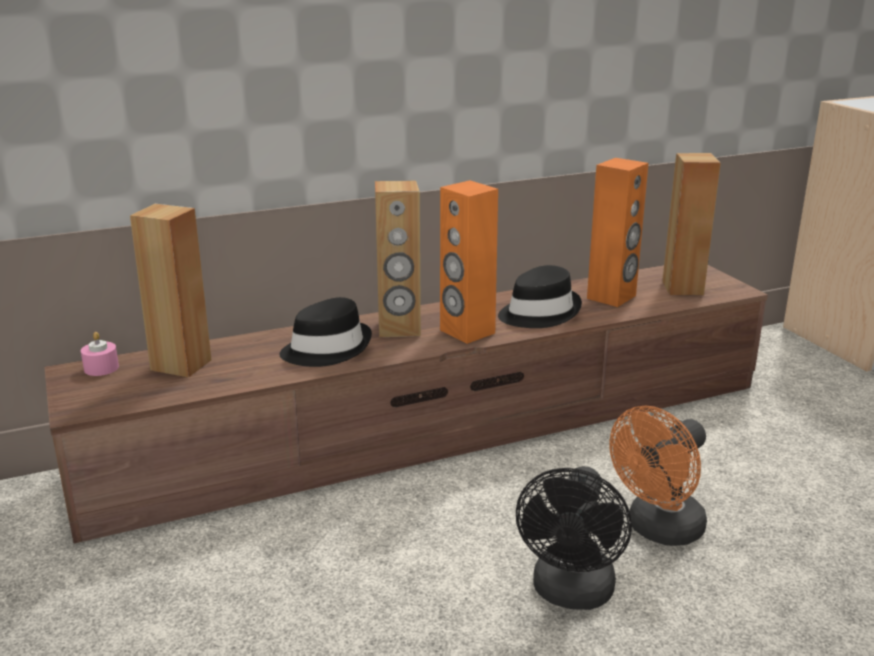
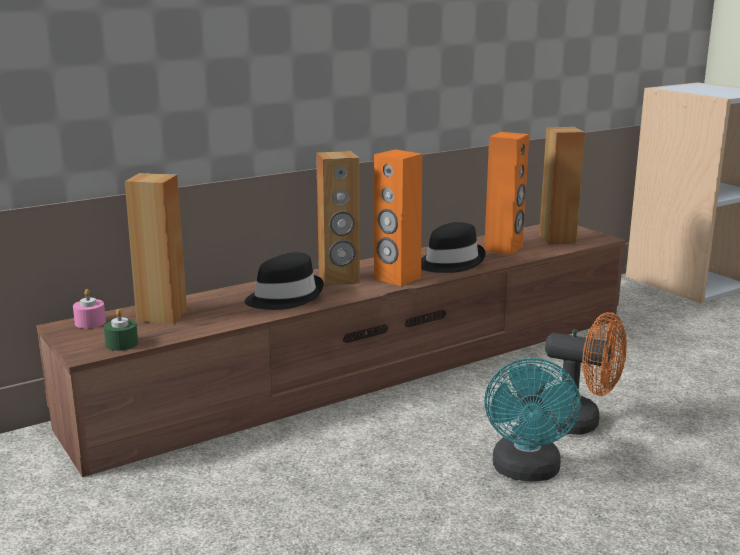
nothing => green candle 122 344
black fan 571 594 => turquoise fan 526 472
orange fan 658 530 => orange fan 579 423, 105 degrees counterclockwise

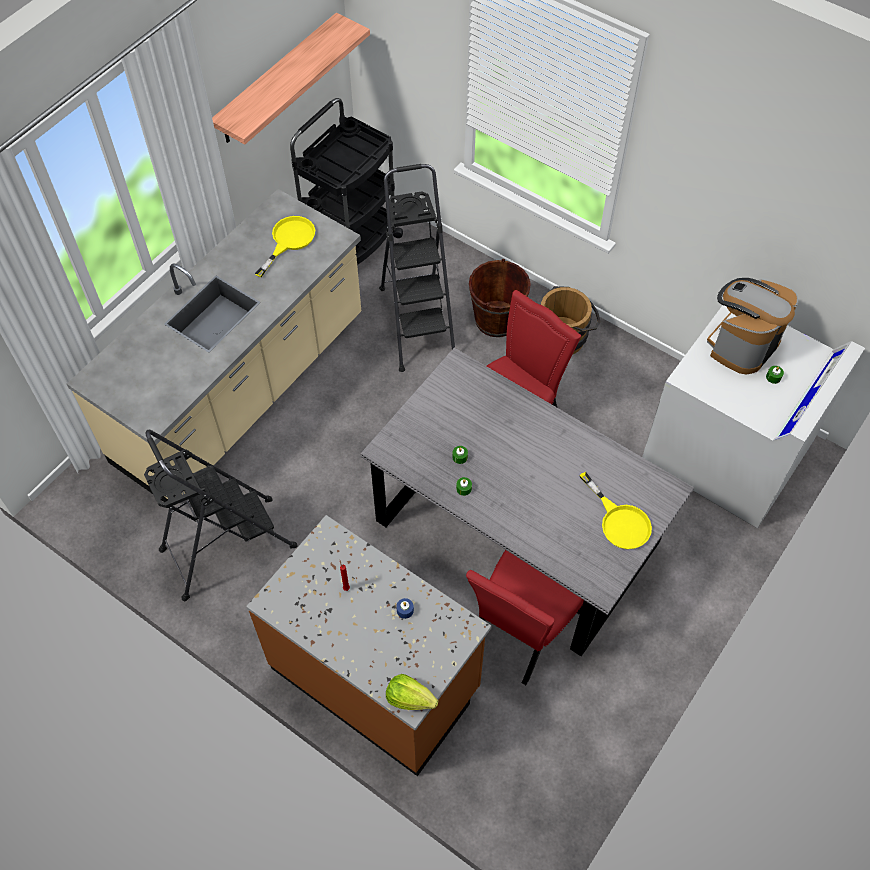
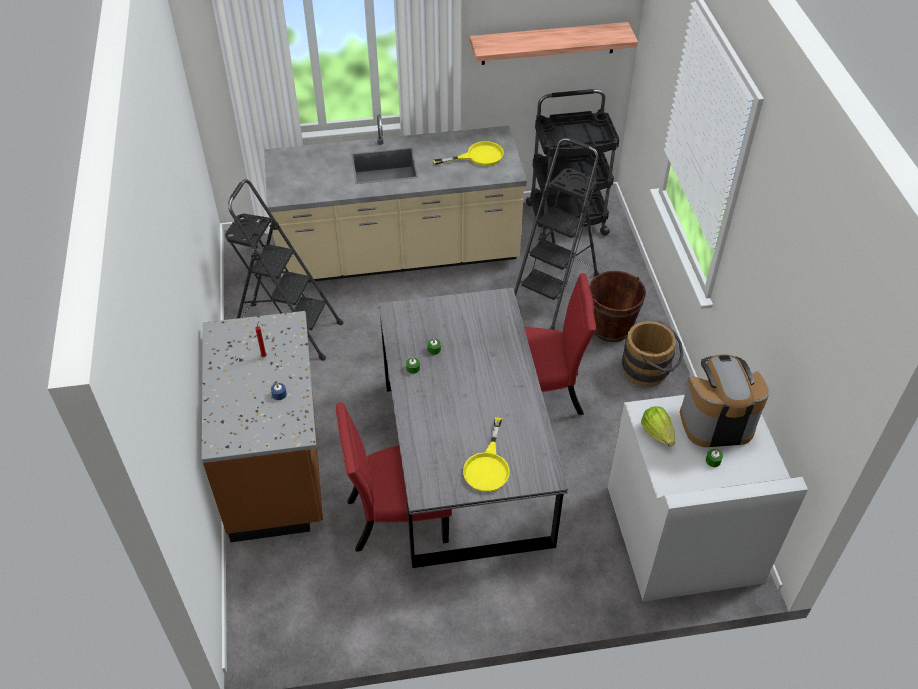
lettuce 409 698 => lettuce 657 433, shifted

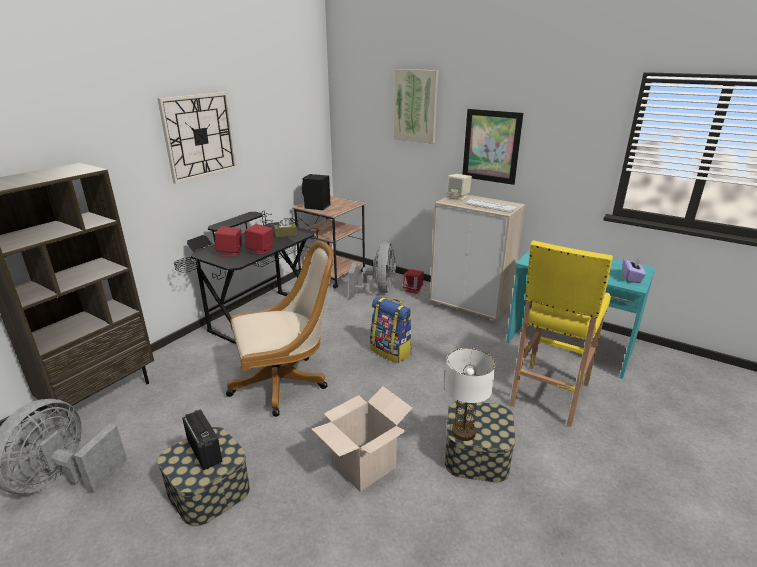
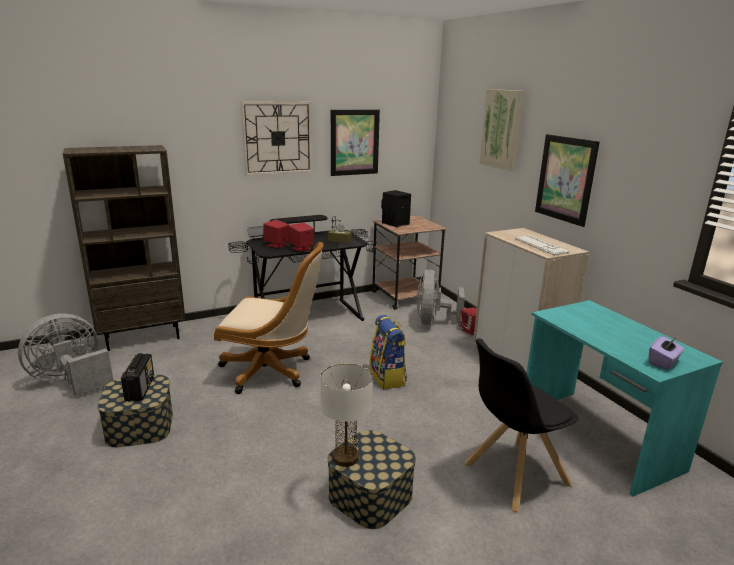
nothing => picture 354 142
grey fan 378 290 => grey fan 433 322, 150 degrees clockwise
yellow stool 548 395 => black chair 512 476
cardboard box 364 466 => nothing
beige speaker 458 197 => nothing

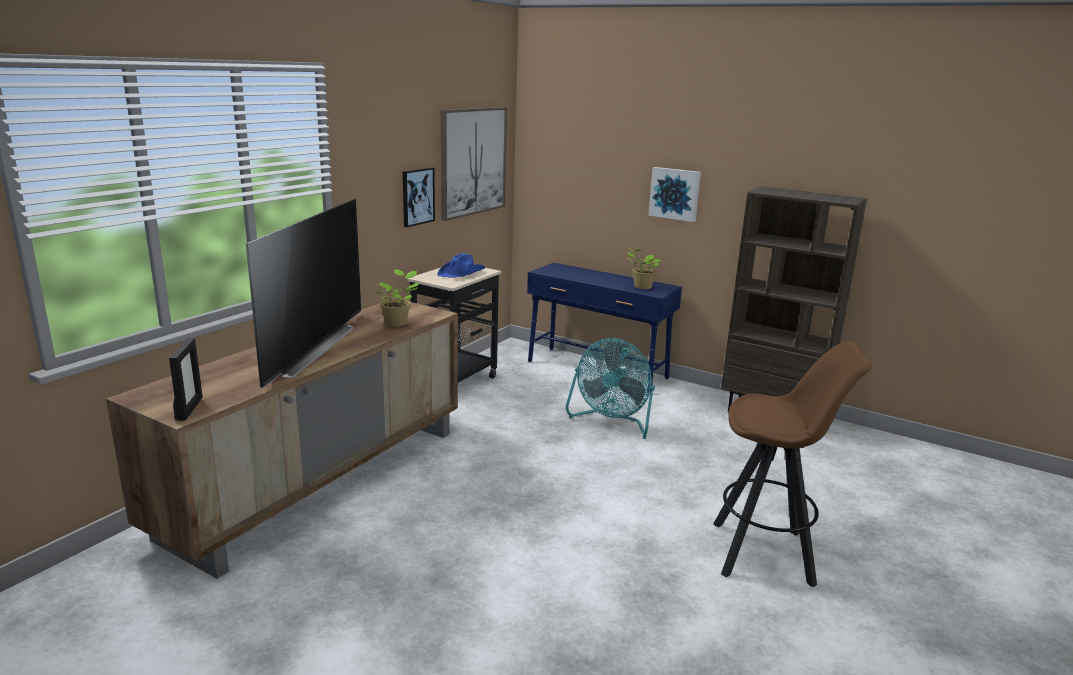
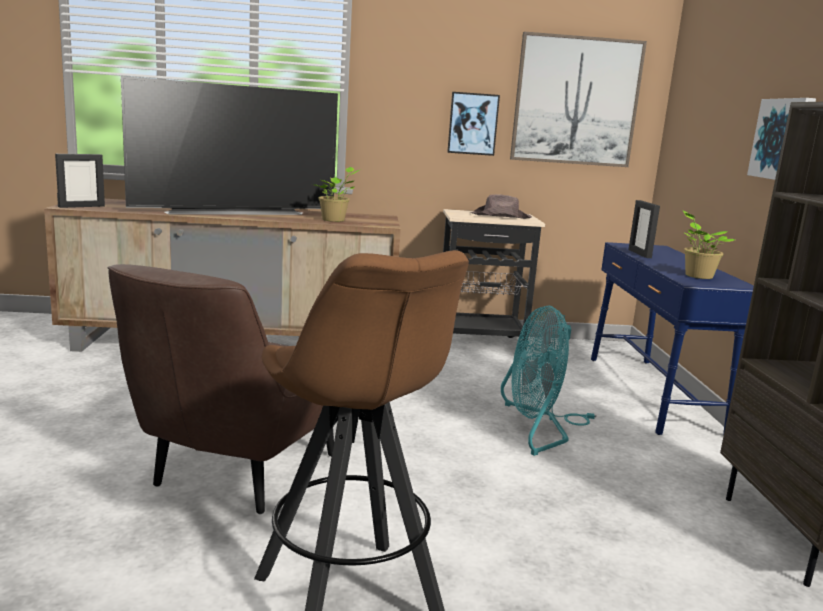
nothing => brown armchair 238 474
blue hat 462 273 => brown hat 501 216
nothing => picture frame 640 254

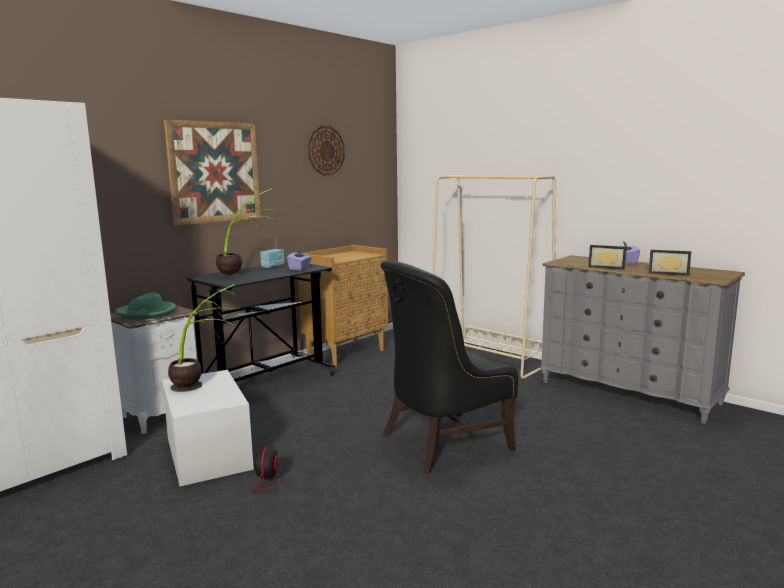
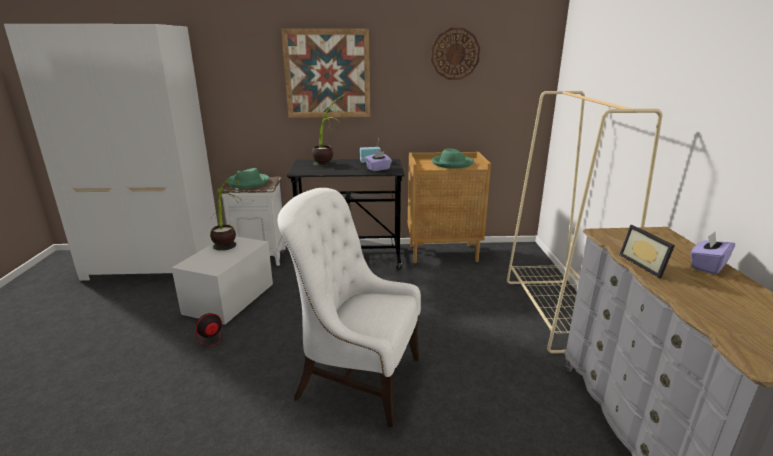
black chair 443 442 => white chair 357 378
nothing => green hat 452 163
picture frame 668 273 => nothing

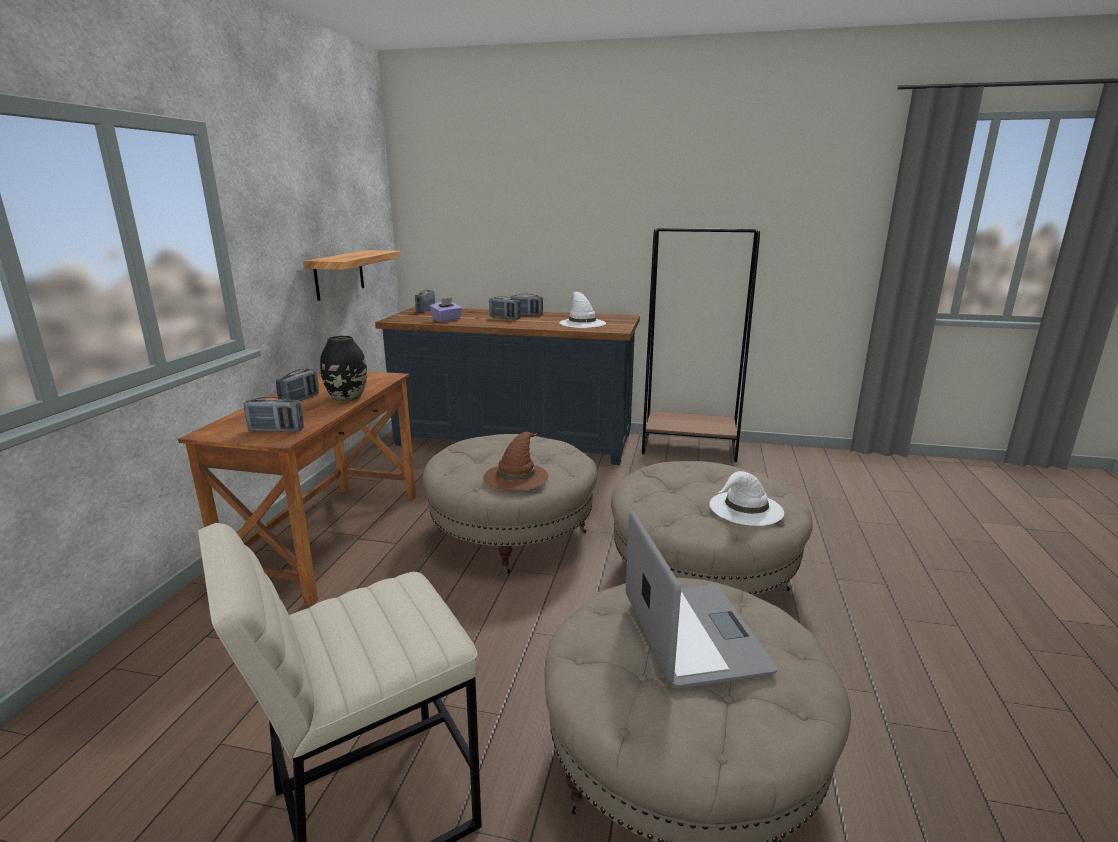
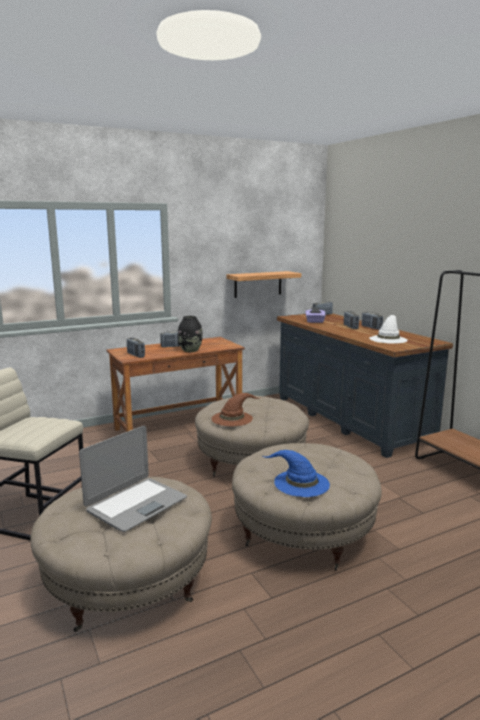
white hat 745 508 => blue hat 300 483

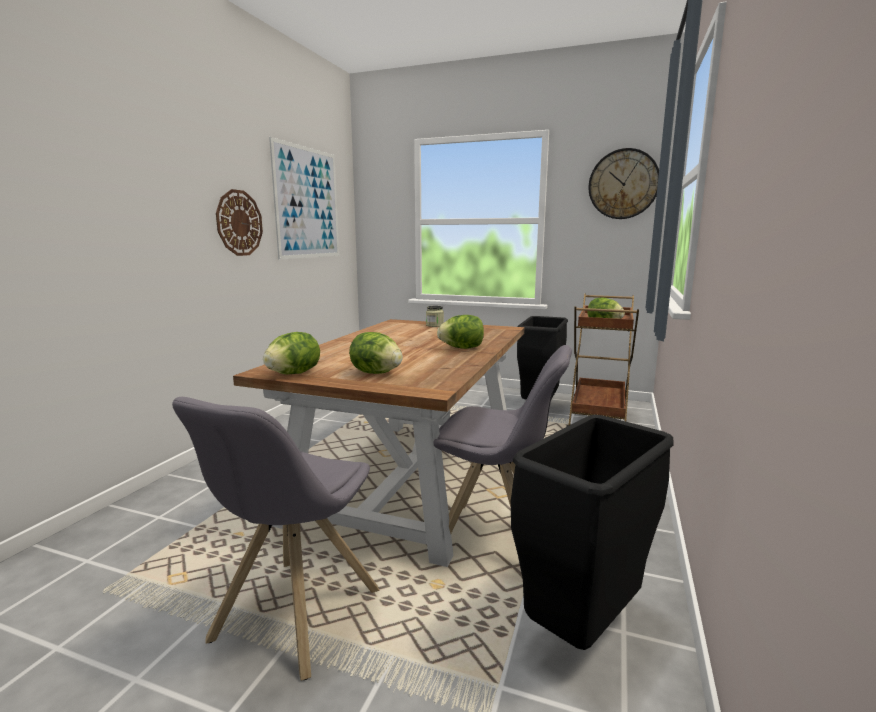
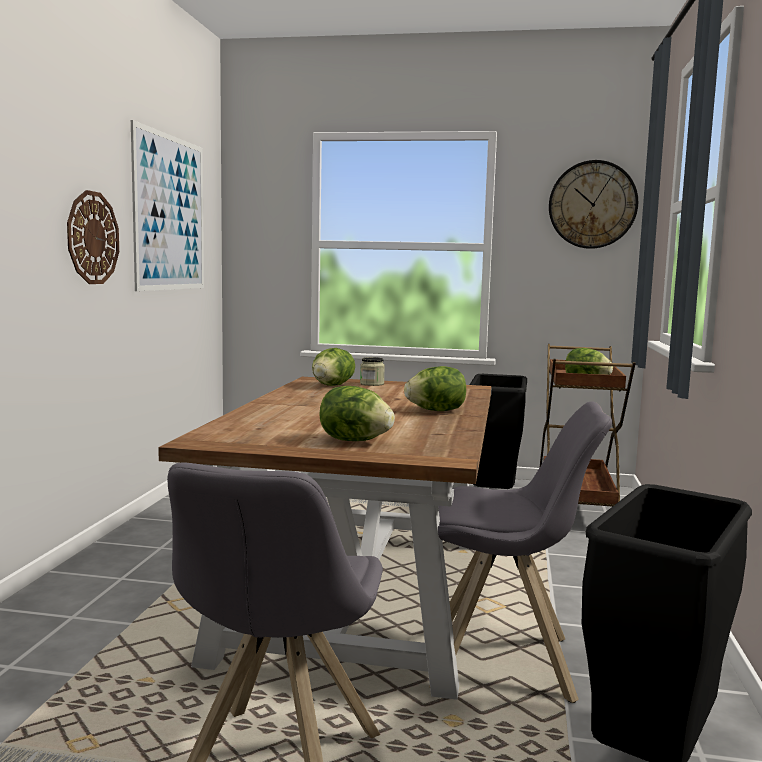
lettuce 293 374 => lettuce 332 385, shifted

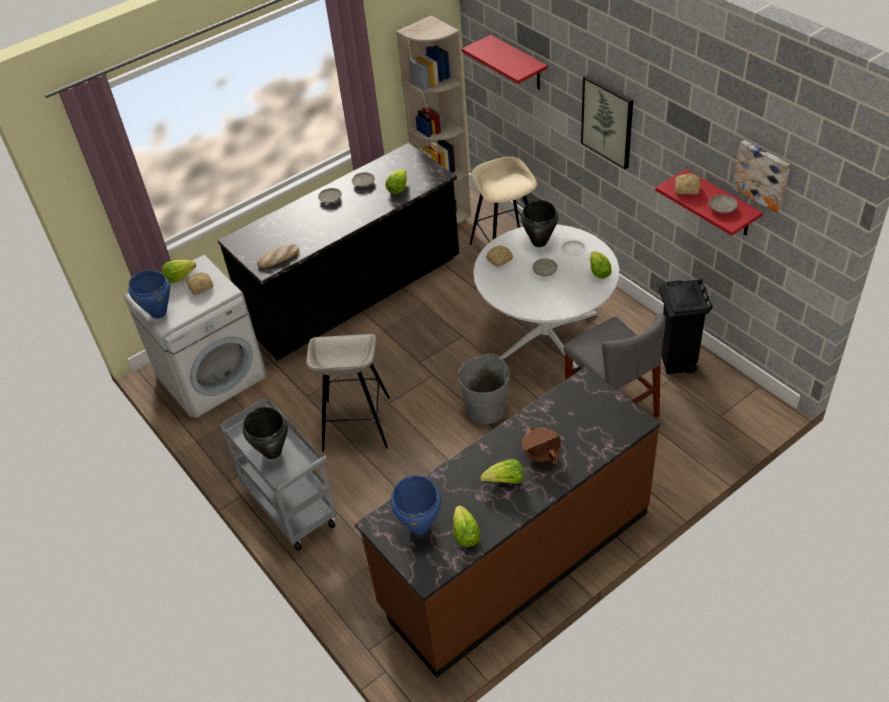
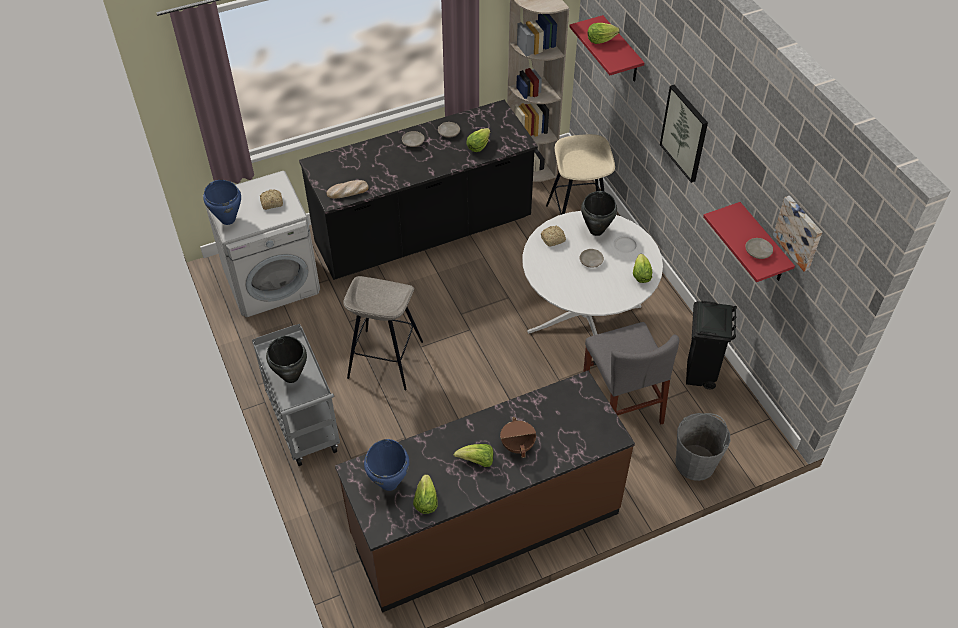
lettuce 179 277 => lettuce 600 40, shifted
grey bucket 486 408 => grey bucket 695 463, shifted
bread 686 189 => nothing

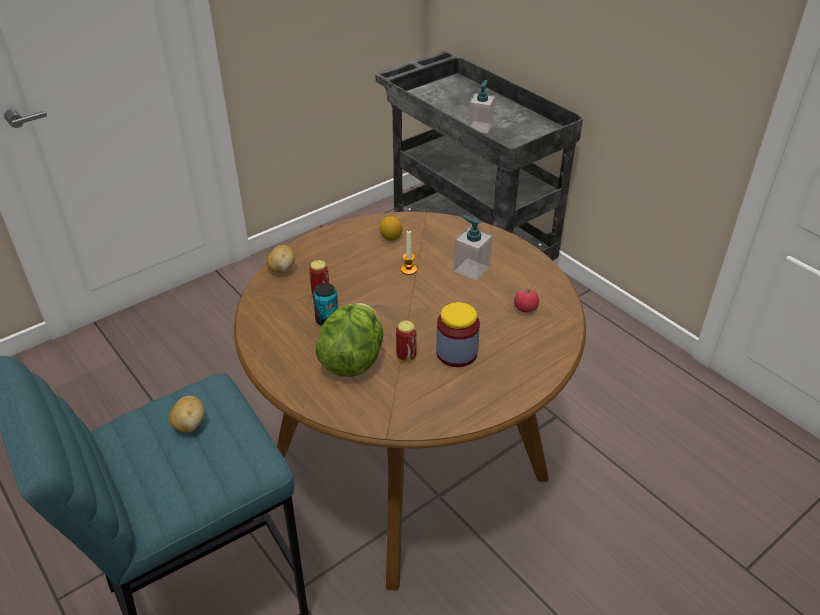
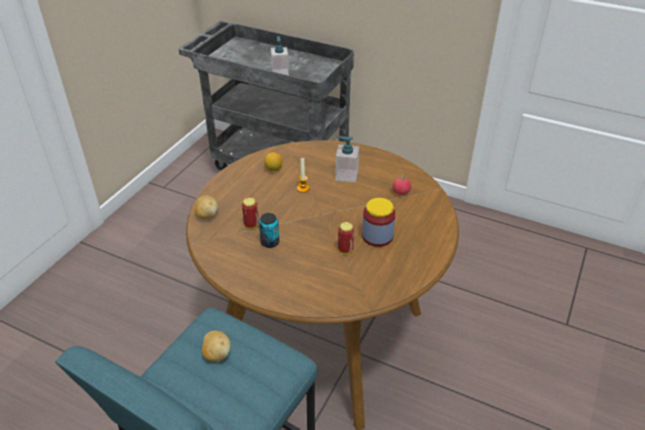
lettuce 352 360 => nothing

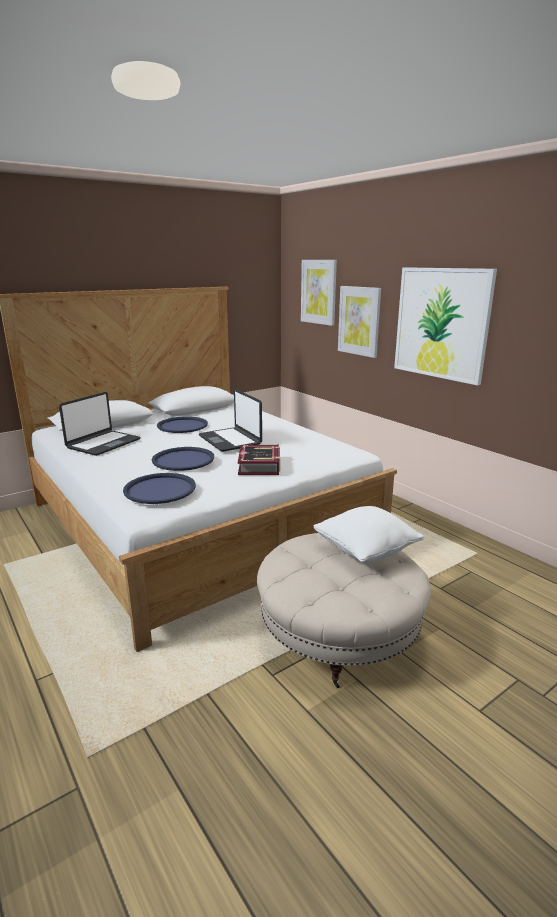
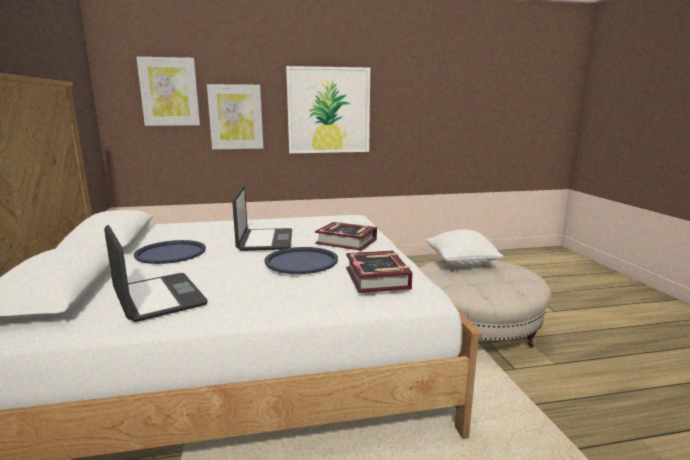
laptop 230 440 => laptop 265 240, 90 degrees counterclockwise
blue tray 160 489 => book 378 278

